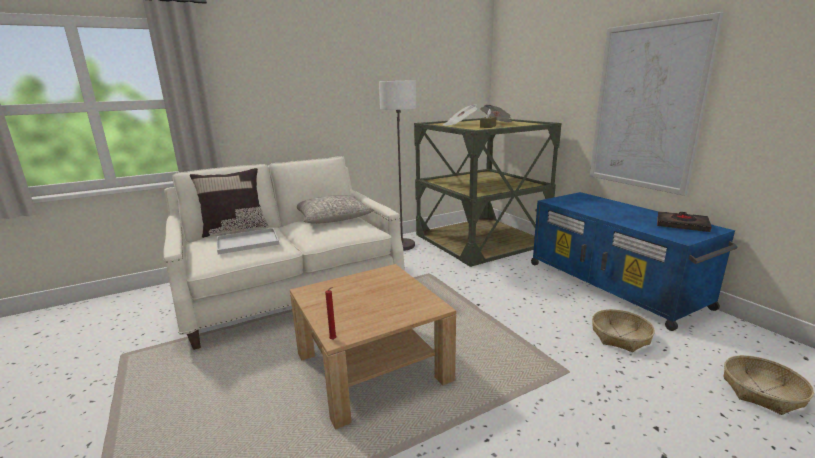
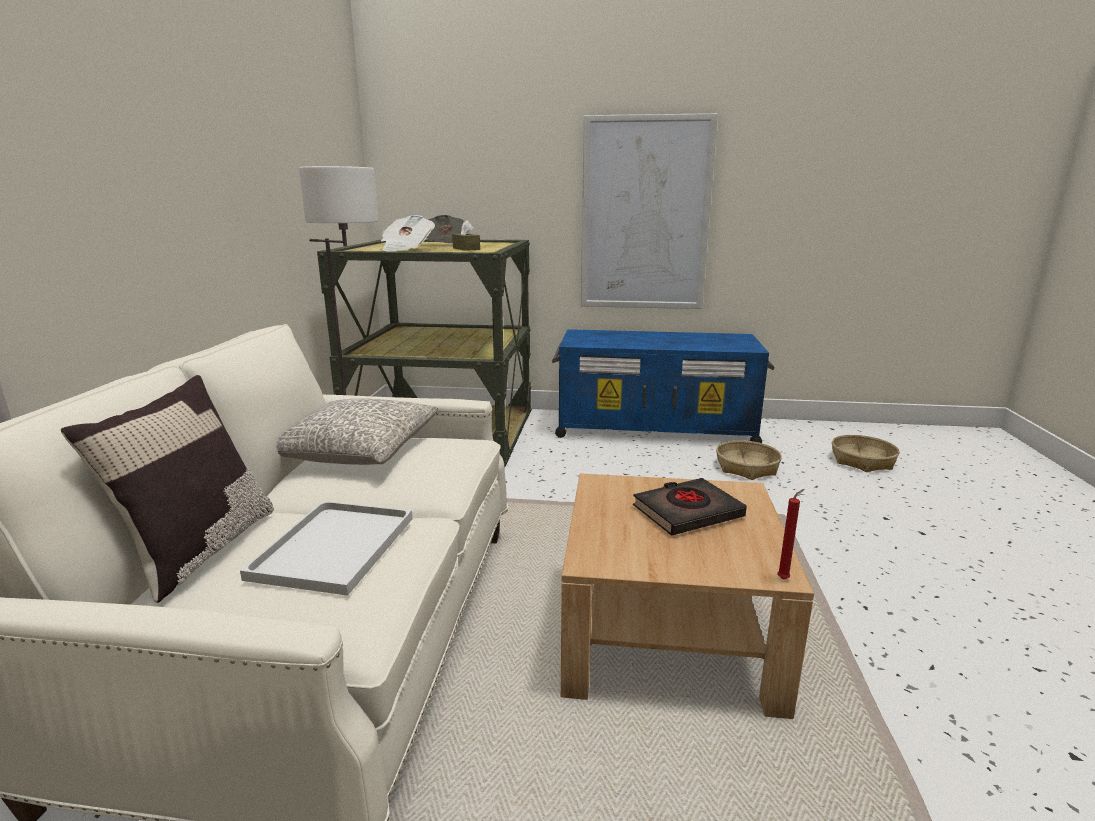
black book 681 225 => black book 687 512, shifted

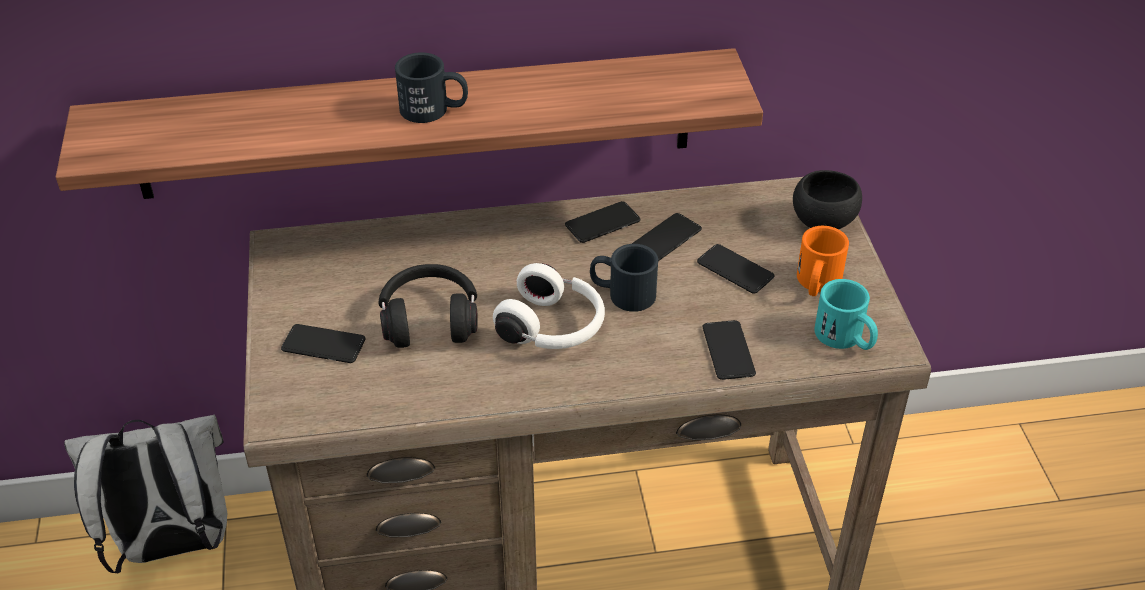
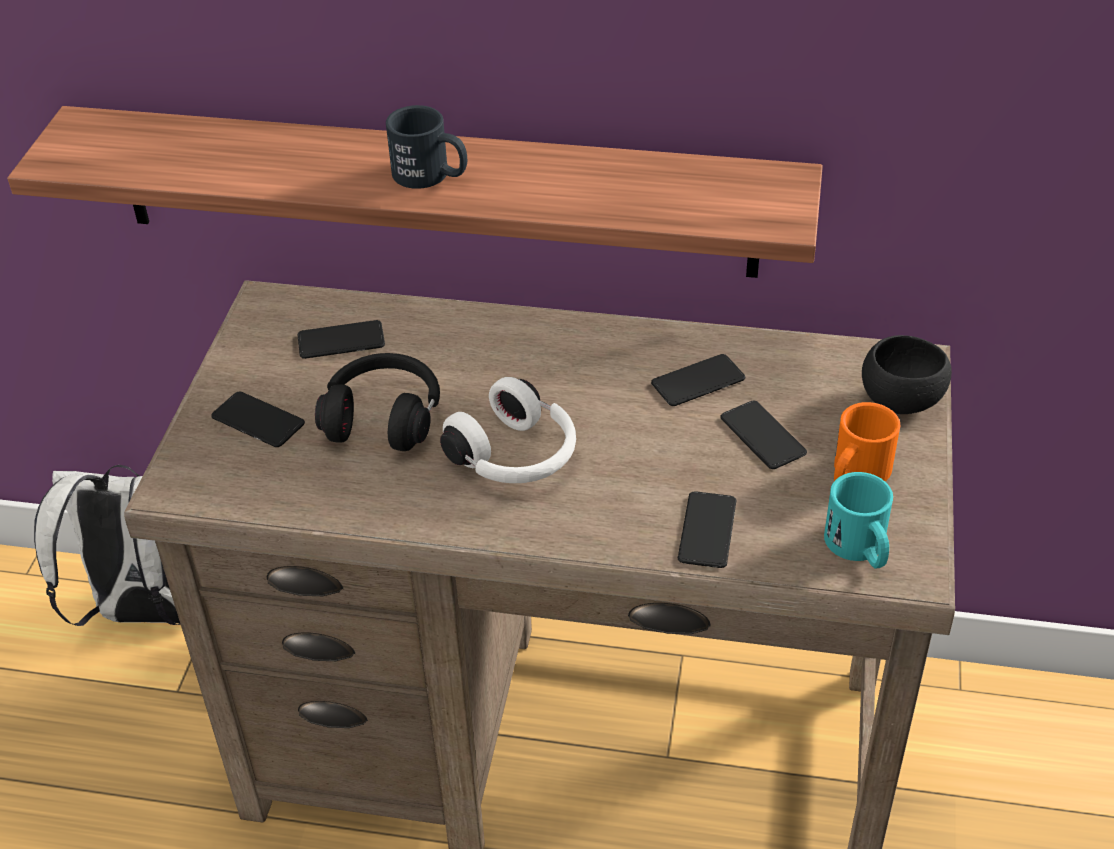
phone 602 223 => phone 341 341, shifted
black mug 622 293 => nothing

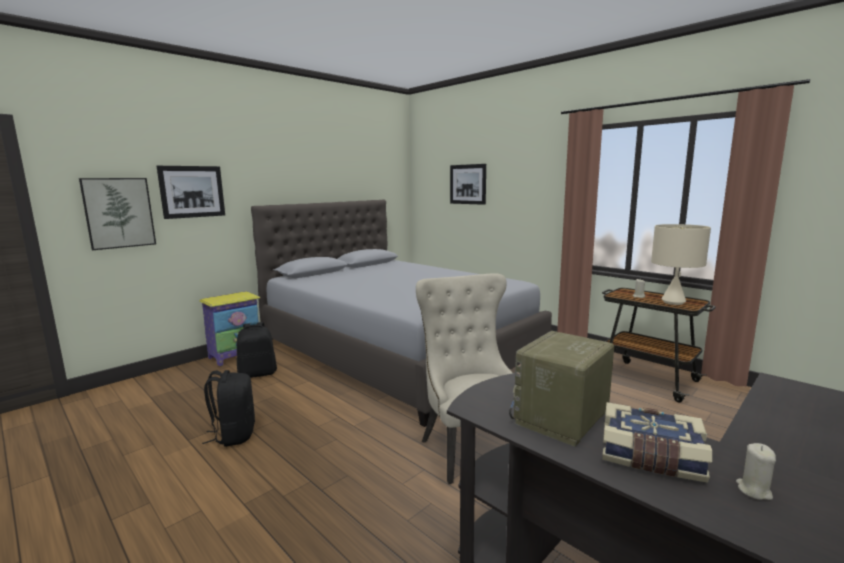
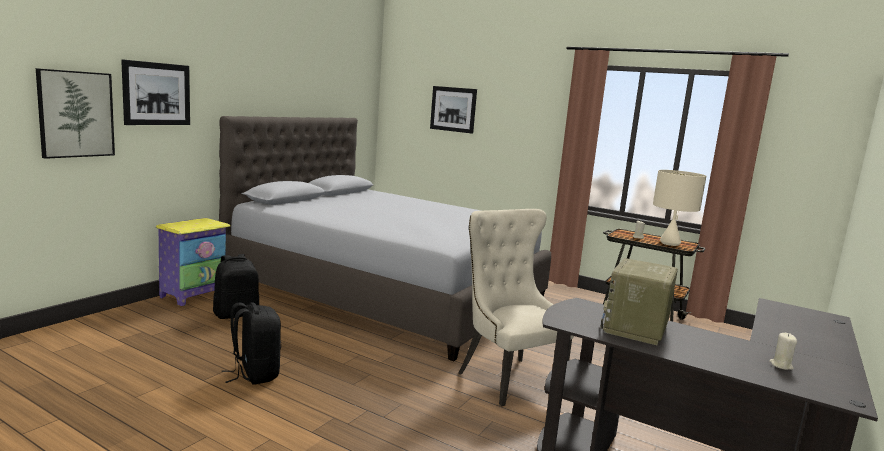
book 650 457 => nothing

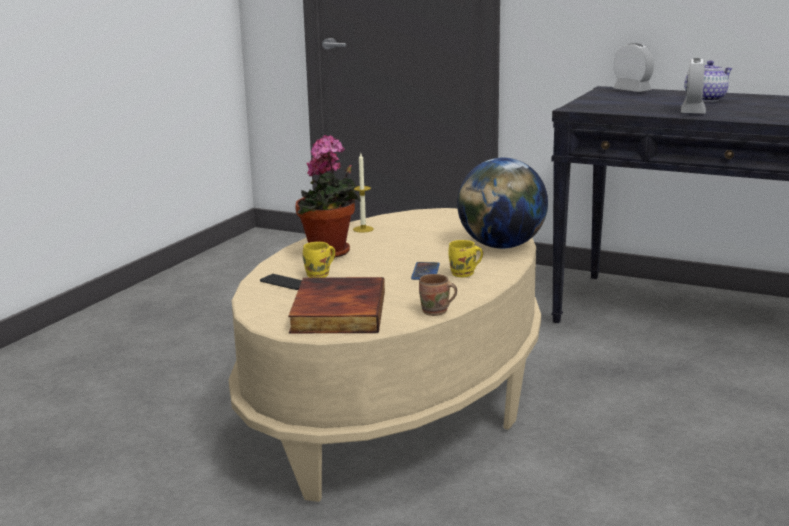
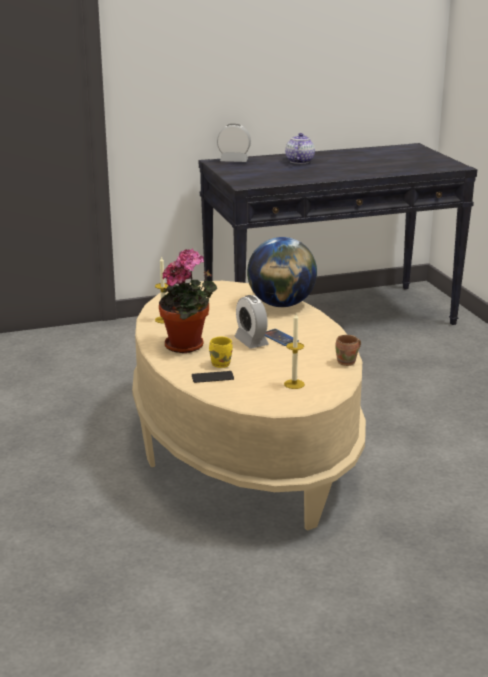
alarm clock 693 111 => alarm clock 251 341, shifted
book 336 311 => candle 294 384
yellow mug 464 274 => nothing

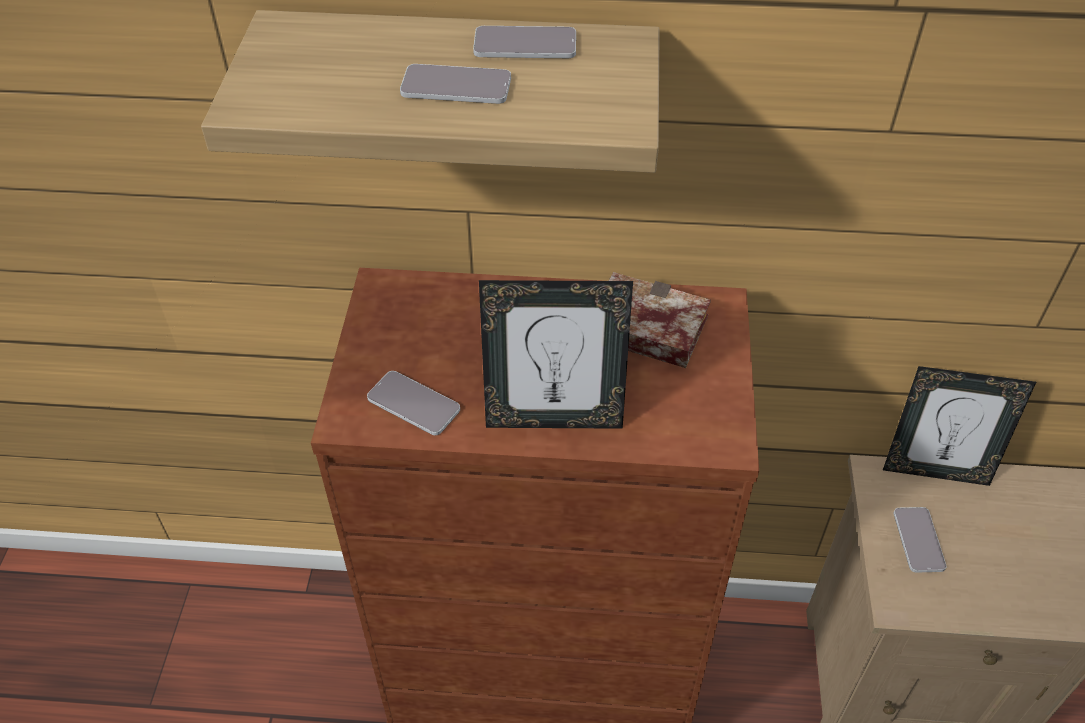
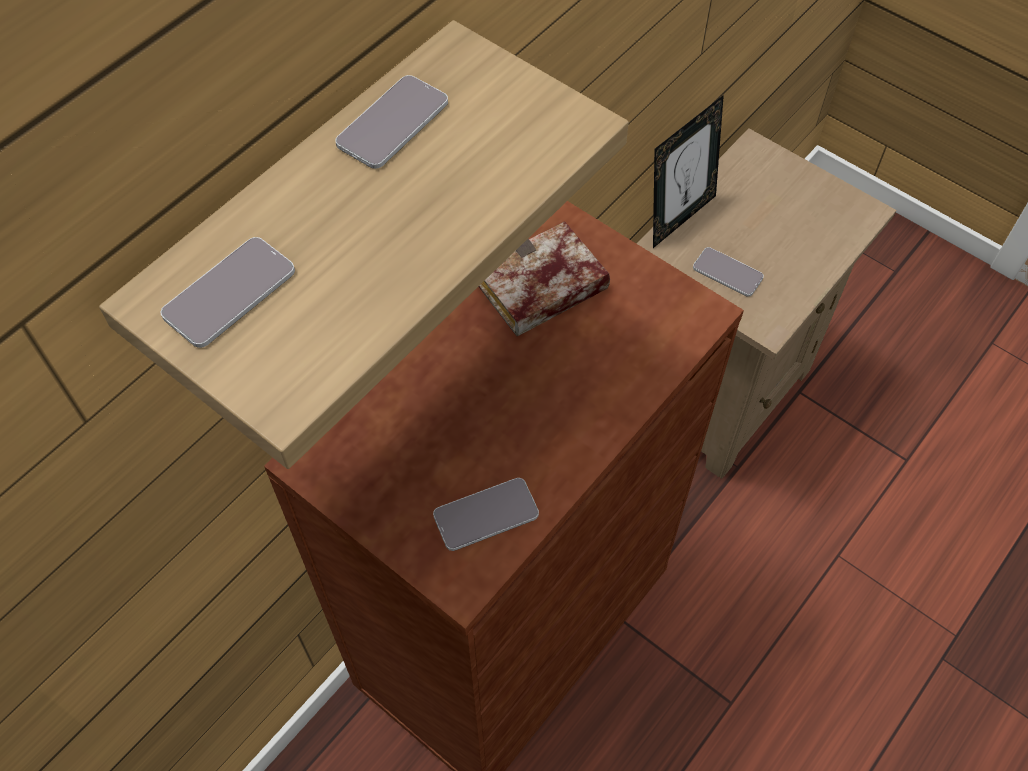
phone 456 86 => phone 229 293, shifted
picture frame 554 419 => nothing

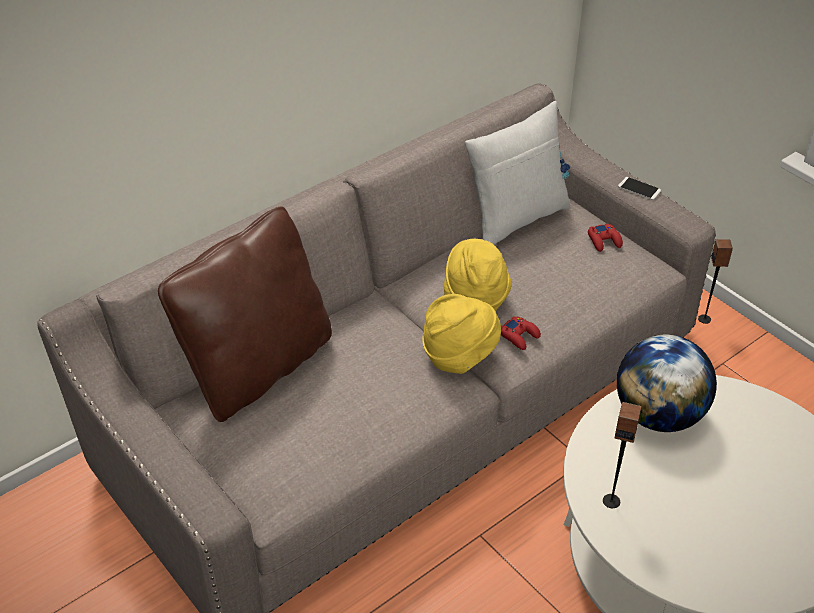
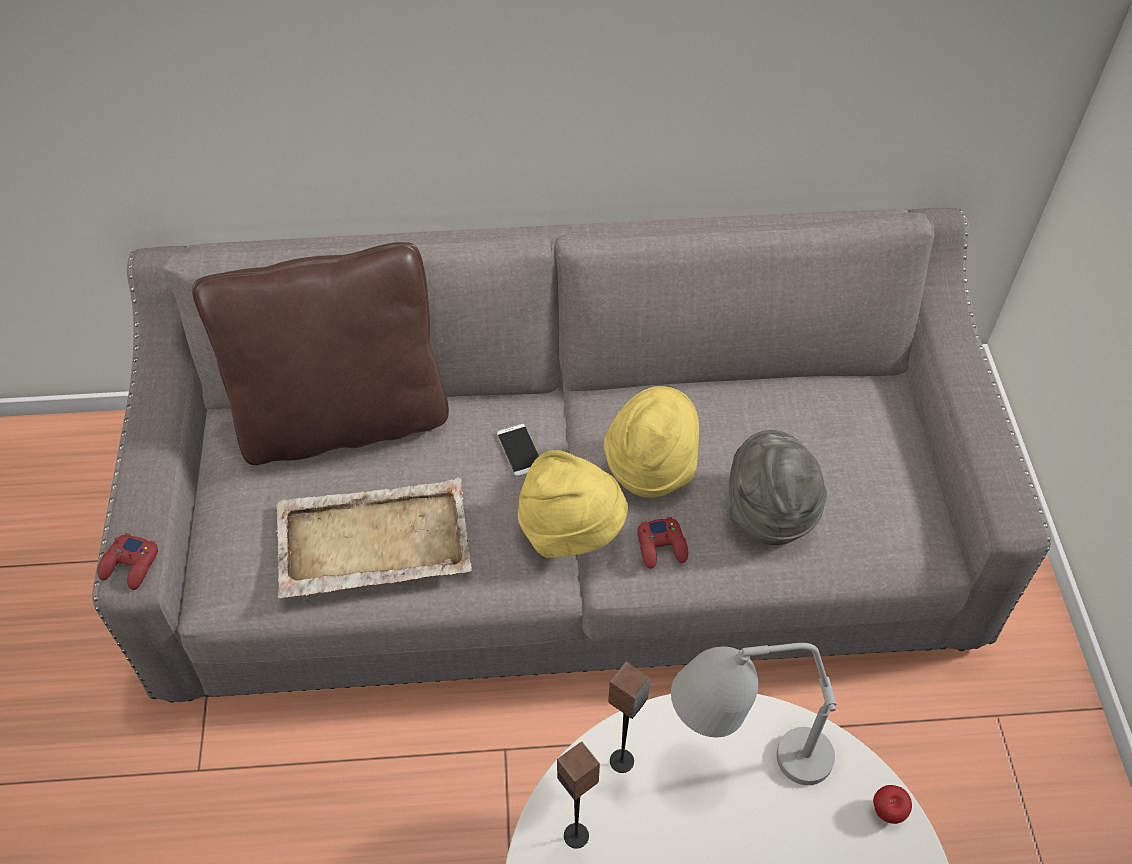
red game controller 604 241 => red game controller 130 565, shifted
nothing => beige tray 371 541
phone 639 189 => phone 520 450, shifted
speaker 704 319 => speaker 622 761, shifted
globe 658 415 => grey table lamp 741 758
nothing => grey hat 769 511
nothing => apple 887 812
grey pillow 516 220 => nothing

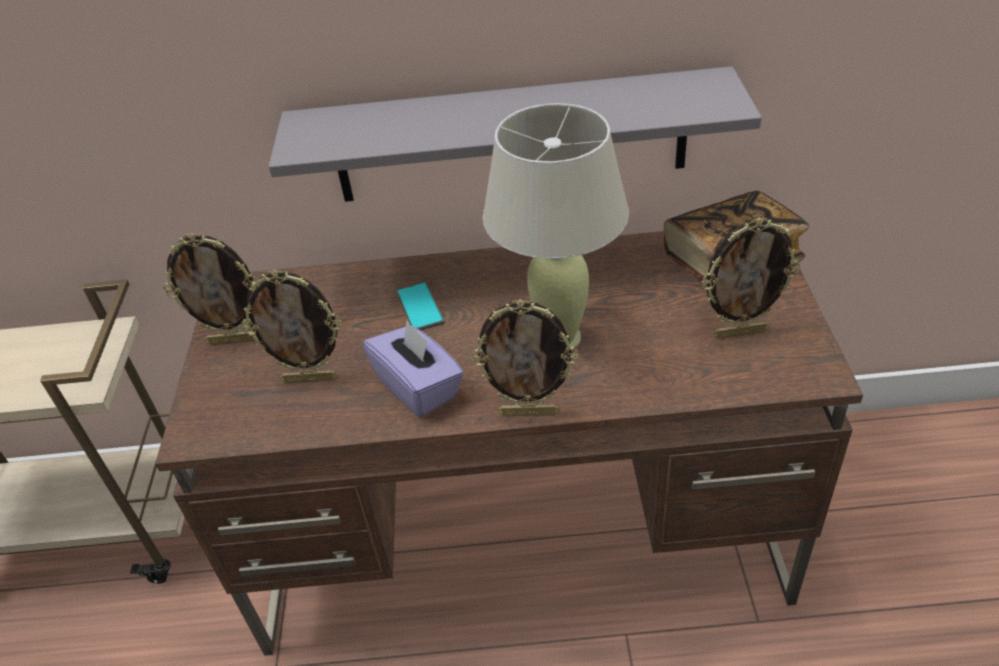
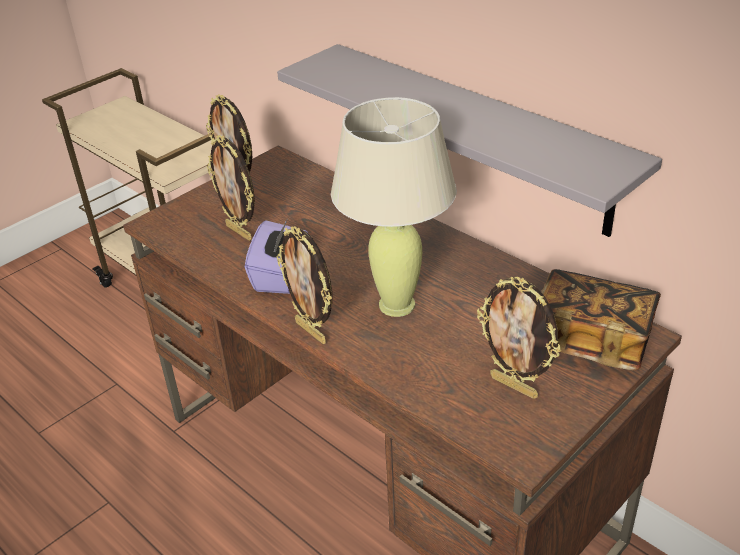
phone 420 307 => nothing

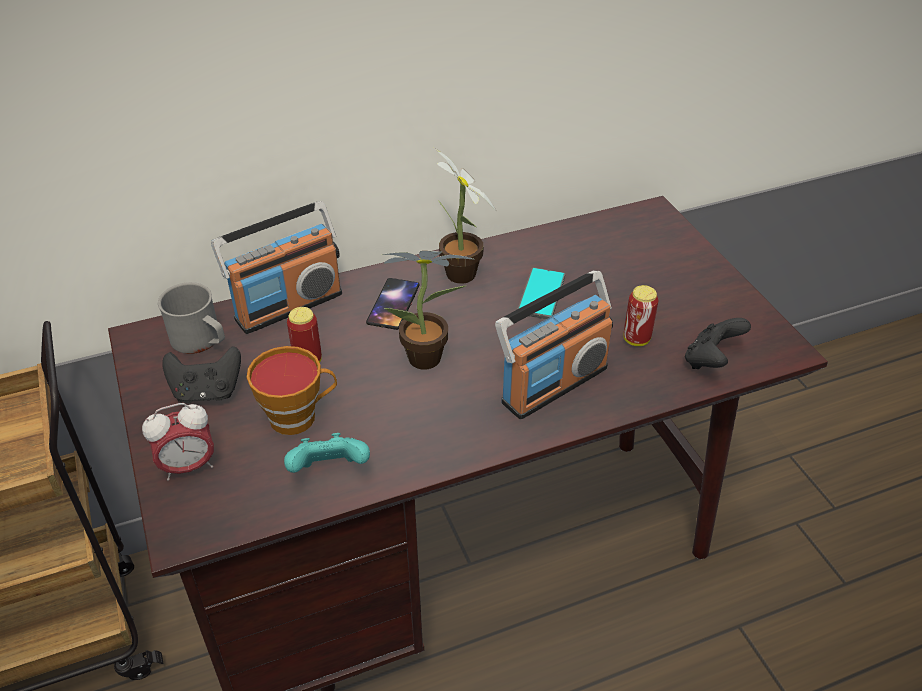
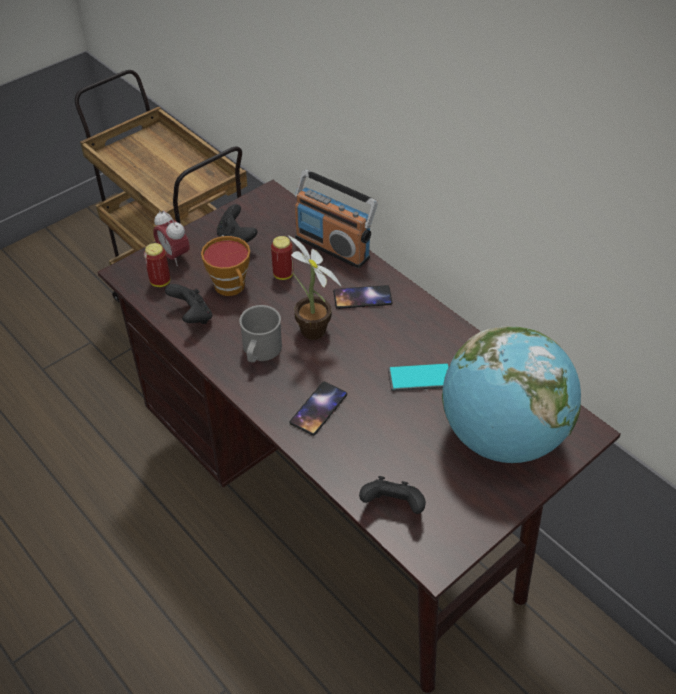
can 636 339 => can 160 282, shifted
turquoise game controller 329 470 => black game controller 192 316
grey mug 201 341 => grey mug 260 352, shifted
radio 553 384 => phone 319 408
nothing => globe 501 437
potted plant 461 278 => nothing

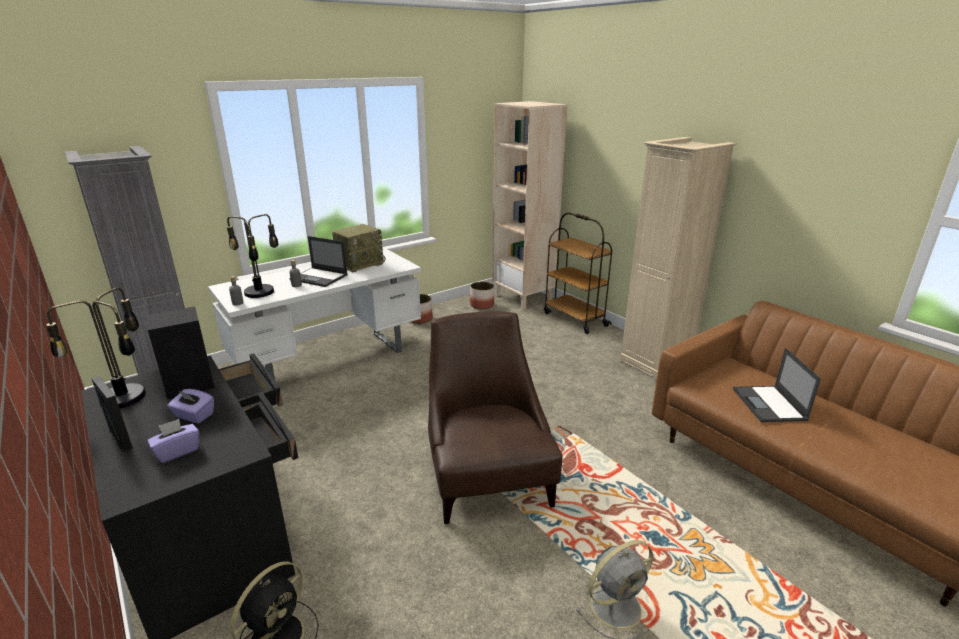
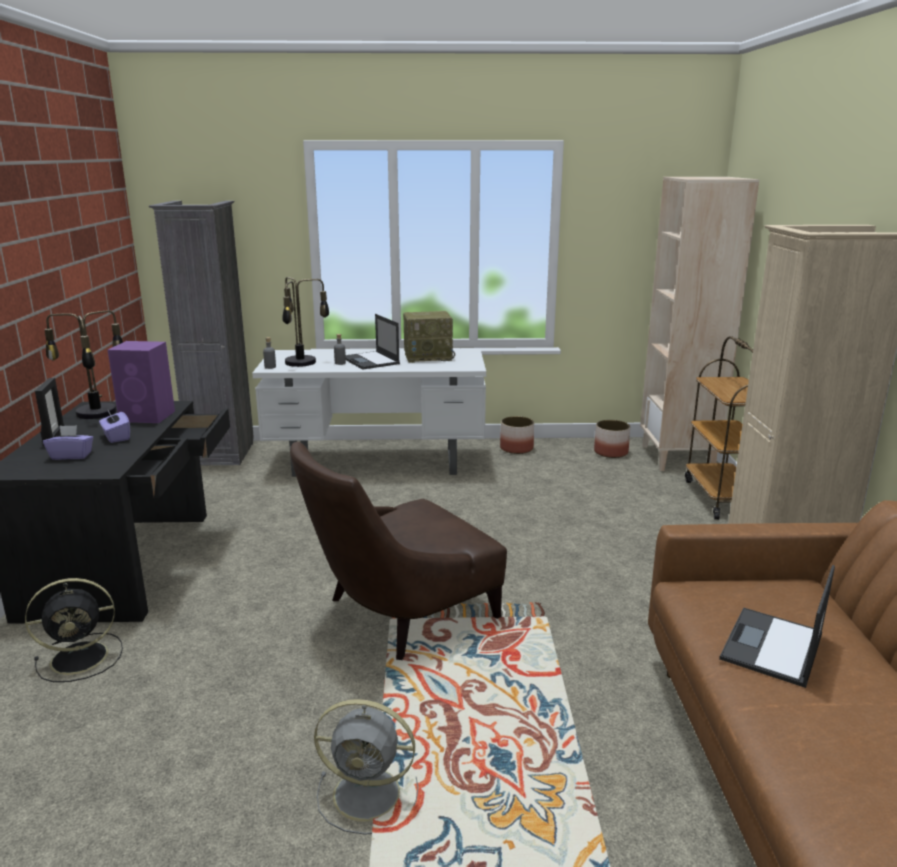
black speaker 191 384 => purple speaker 148 416
brown armchair 487 471 => brown armchair 399 613, 150 degrees counterclockwise

